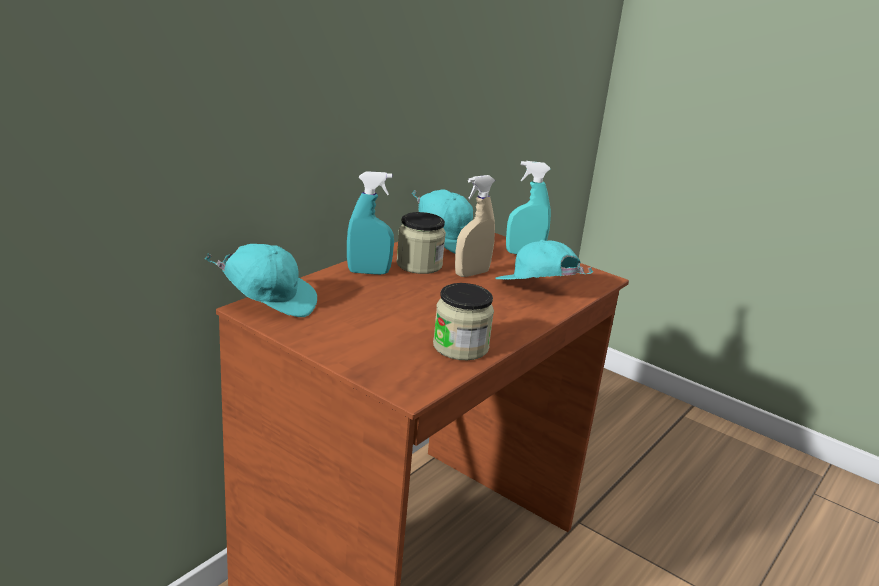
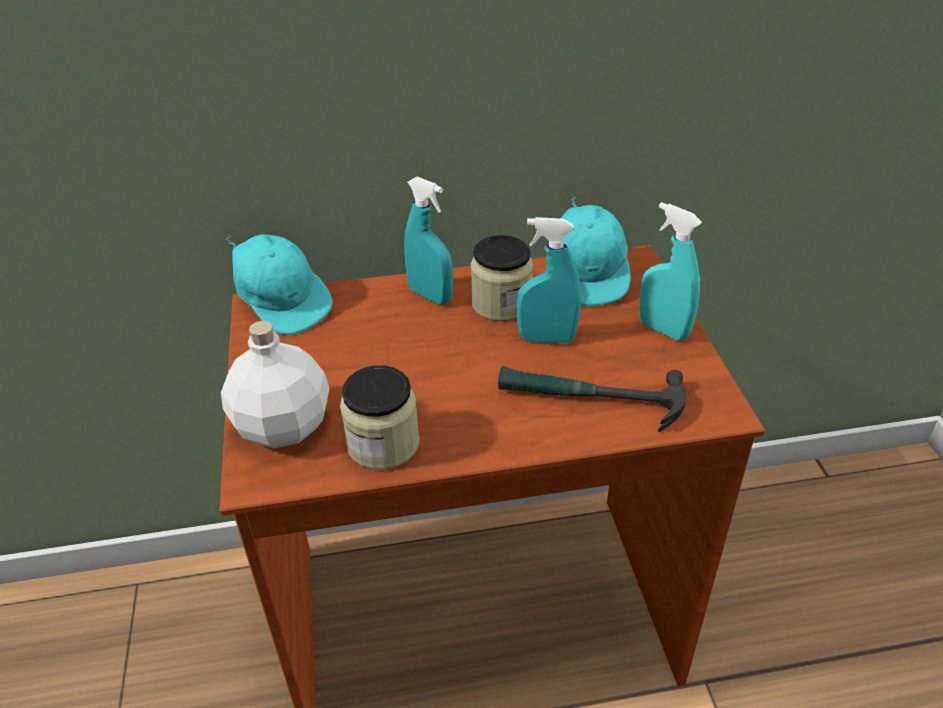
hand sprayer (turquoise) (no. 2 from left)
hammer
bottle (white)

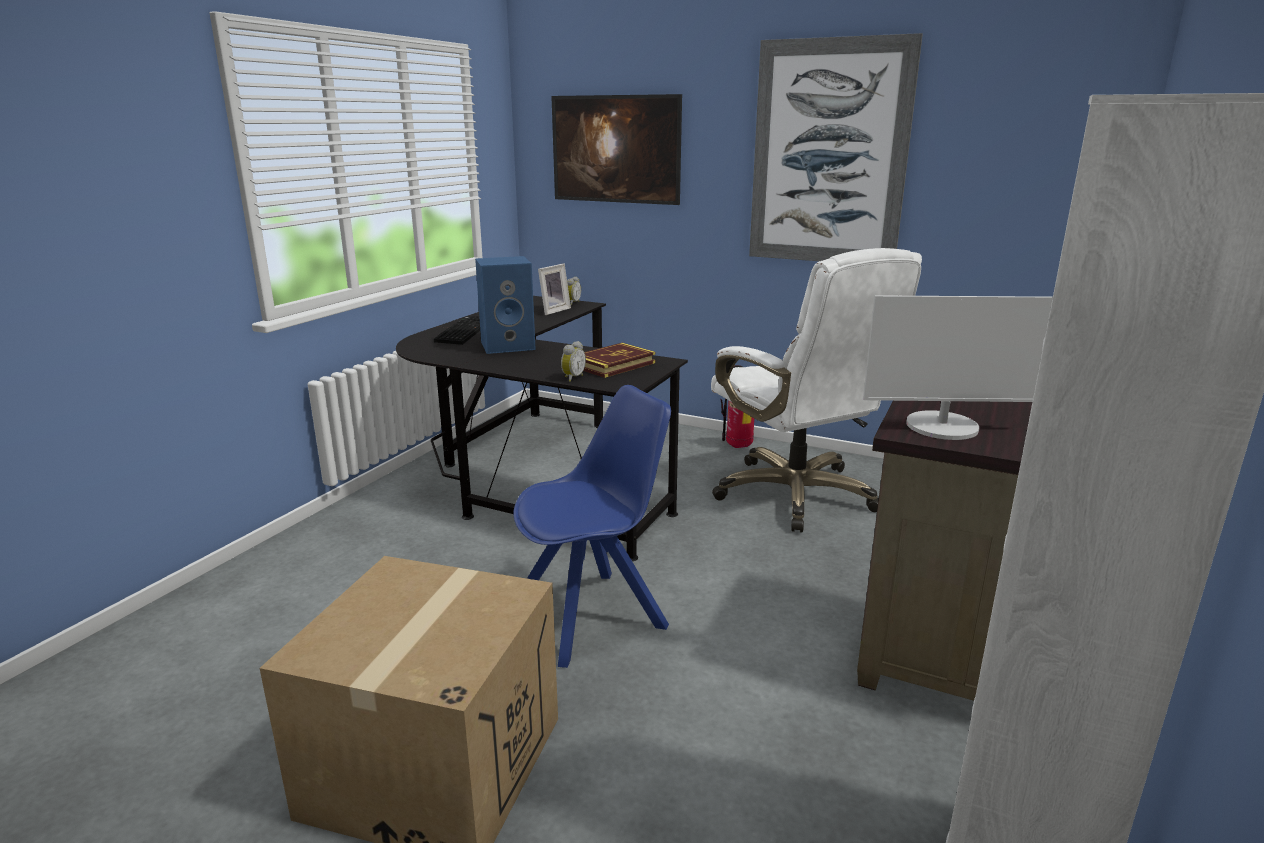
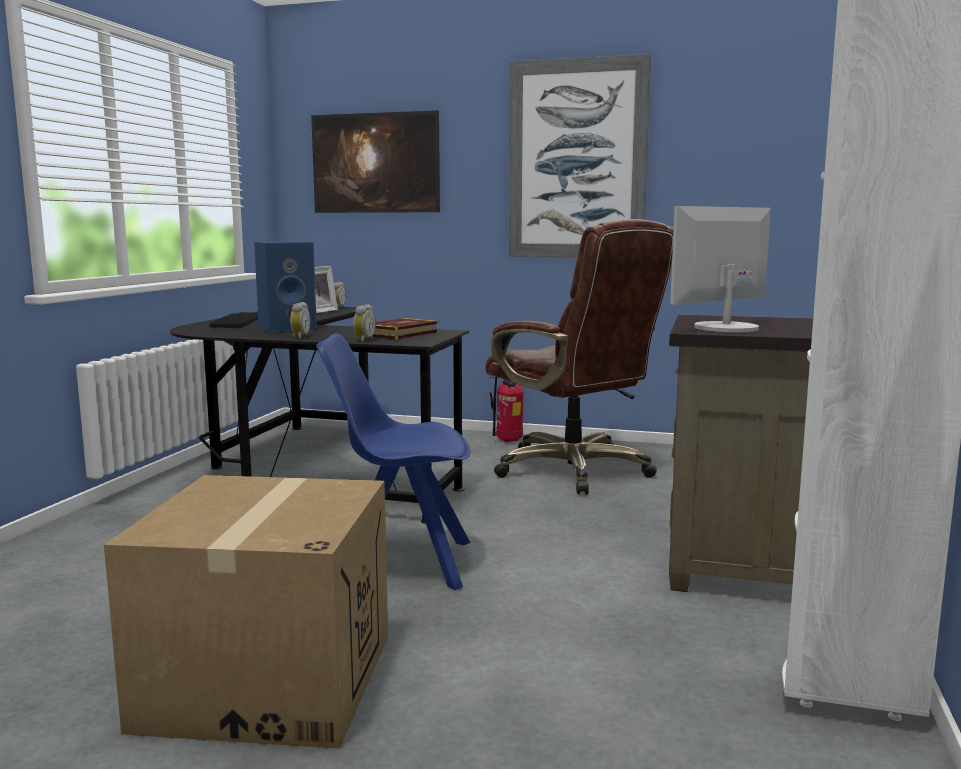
chair (blue-coloured)
computer chair (brown-coloured)
monitor
bedside clock (no. 1 from left)

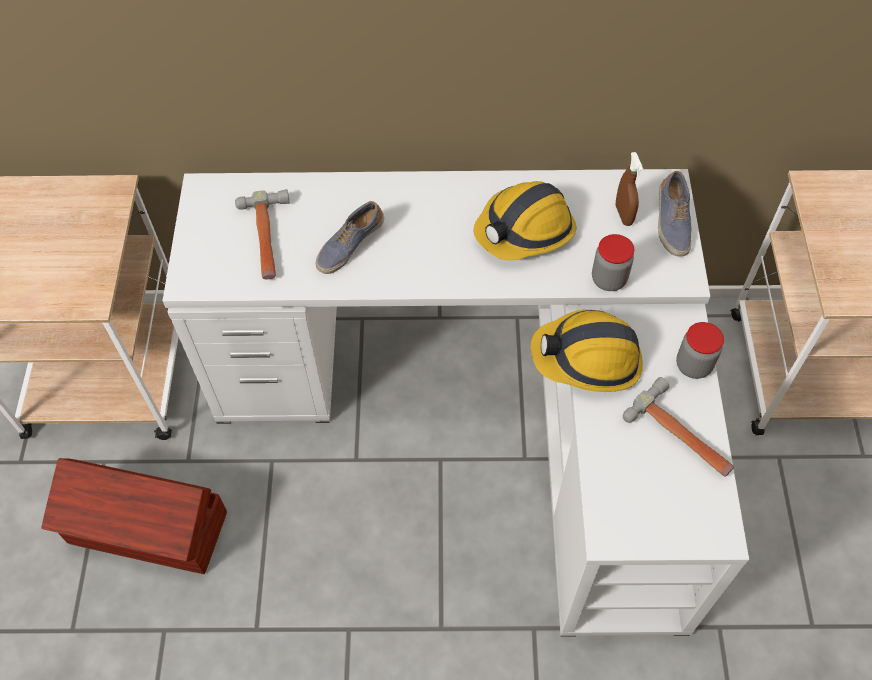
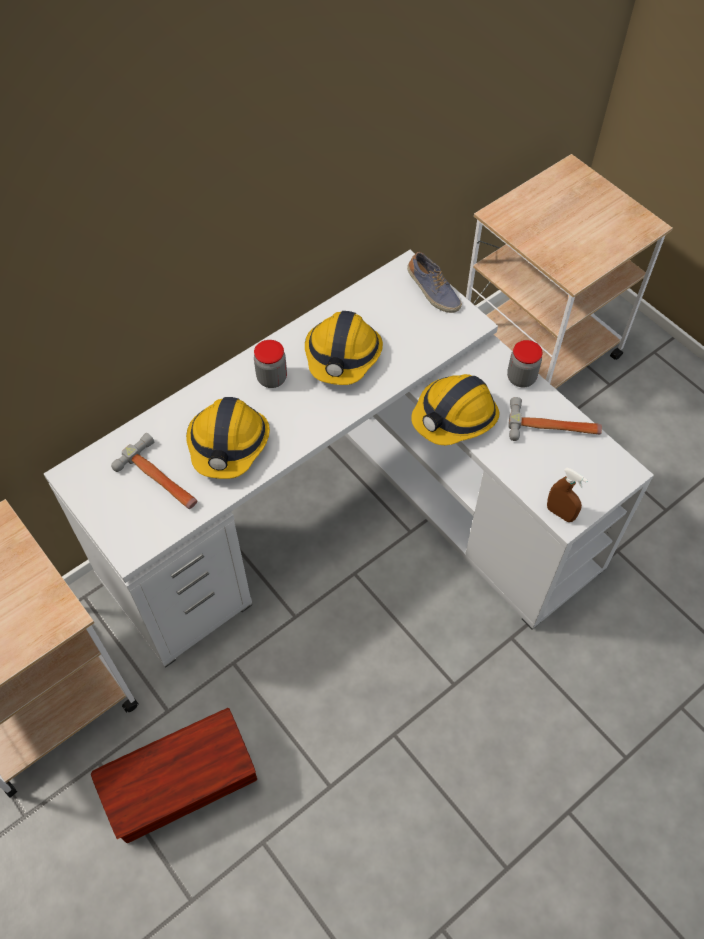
hard hat (no. 1 from left)
jar (no. 1 from left)
hand sprayer (brown-coloured)

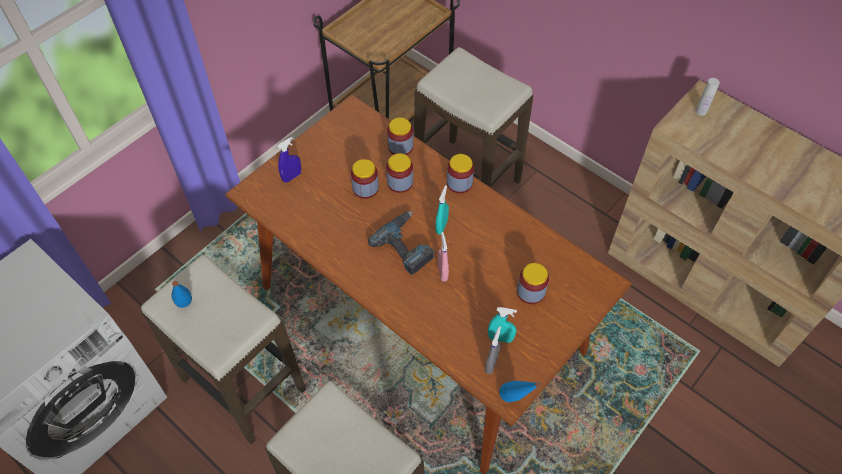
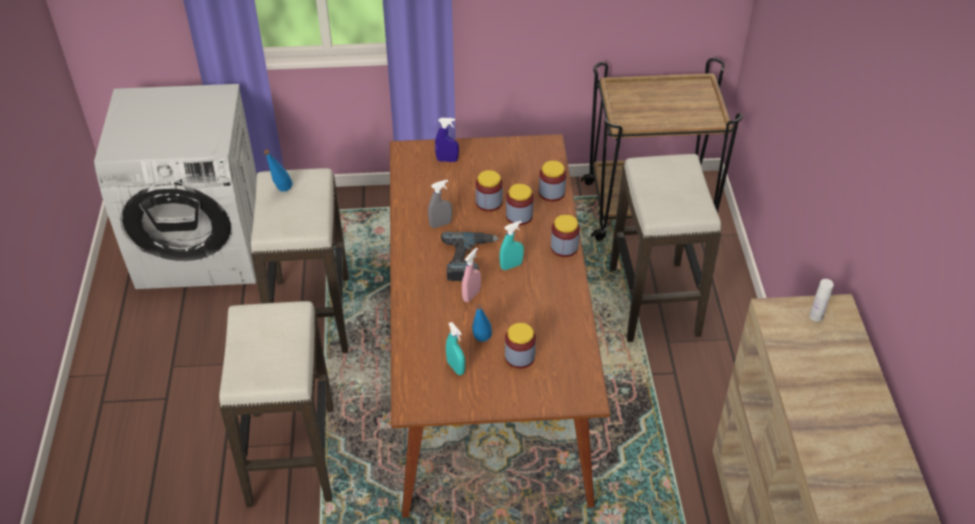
hand sprayer (grey)
bottle (blue-coloured) (no. 2 from left)

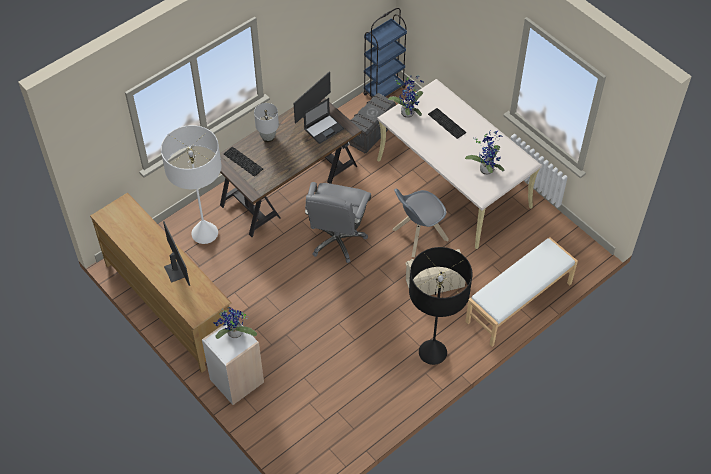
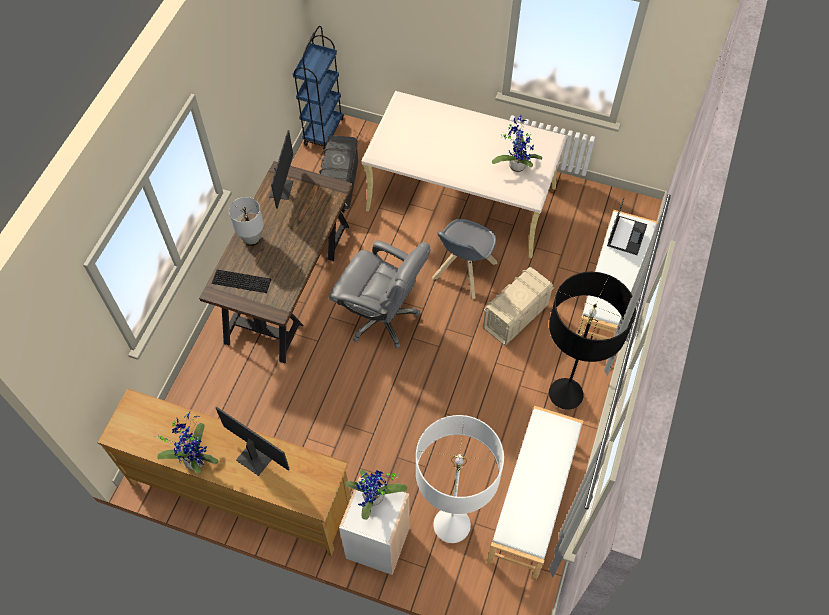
floor lamp (white)
portable computer
computer chair (grey)
potted plant (no. 1 from left)
computer keyboard (no. 2 from left in the first image)
long seat (white) (no. 1 from left)

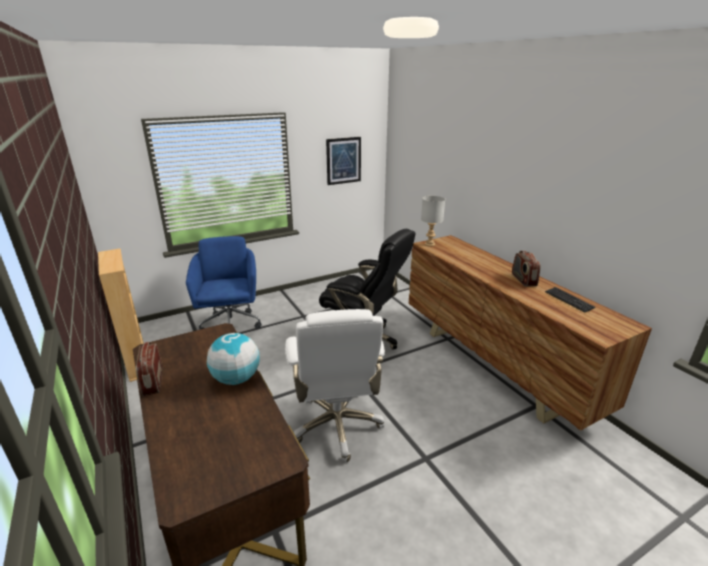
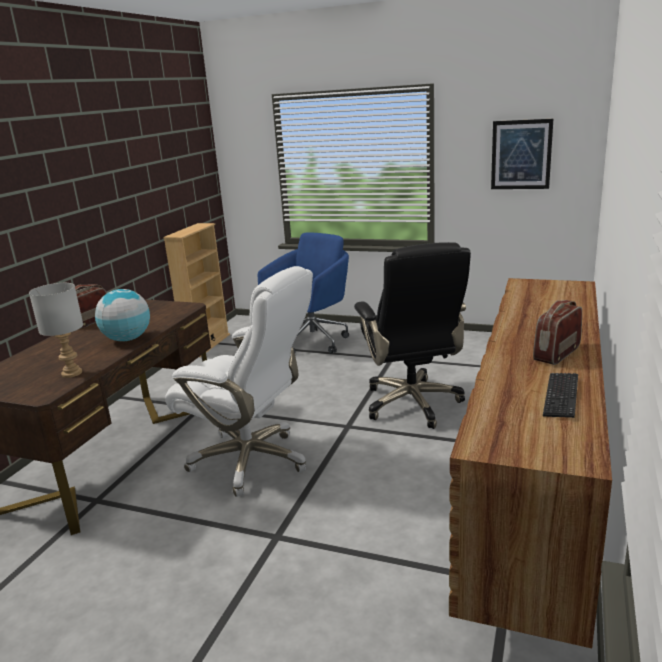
computer chair (white)
lamp for a table (grey)

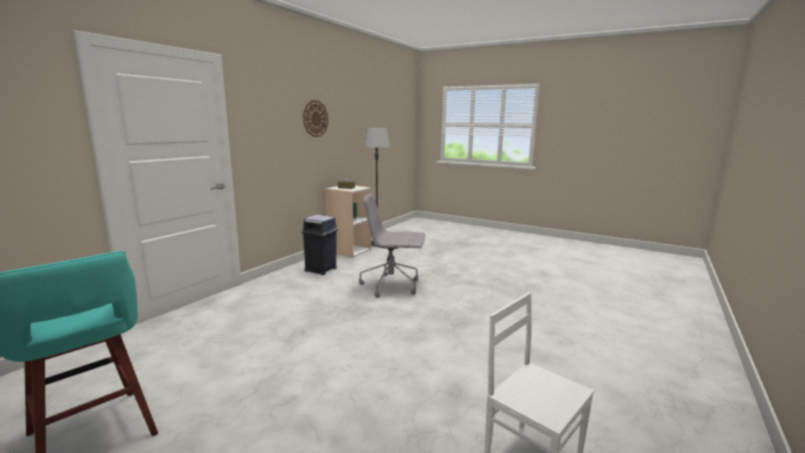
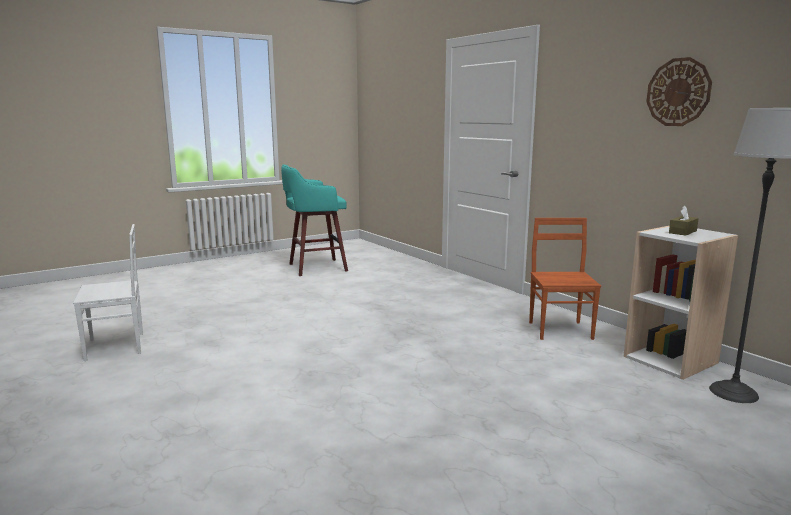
chair (brown-coloured)
computer chair (grey)

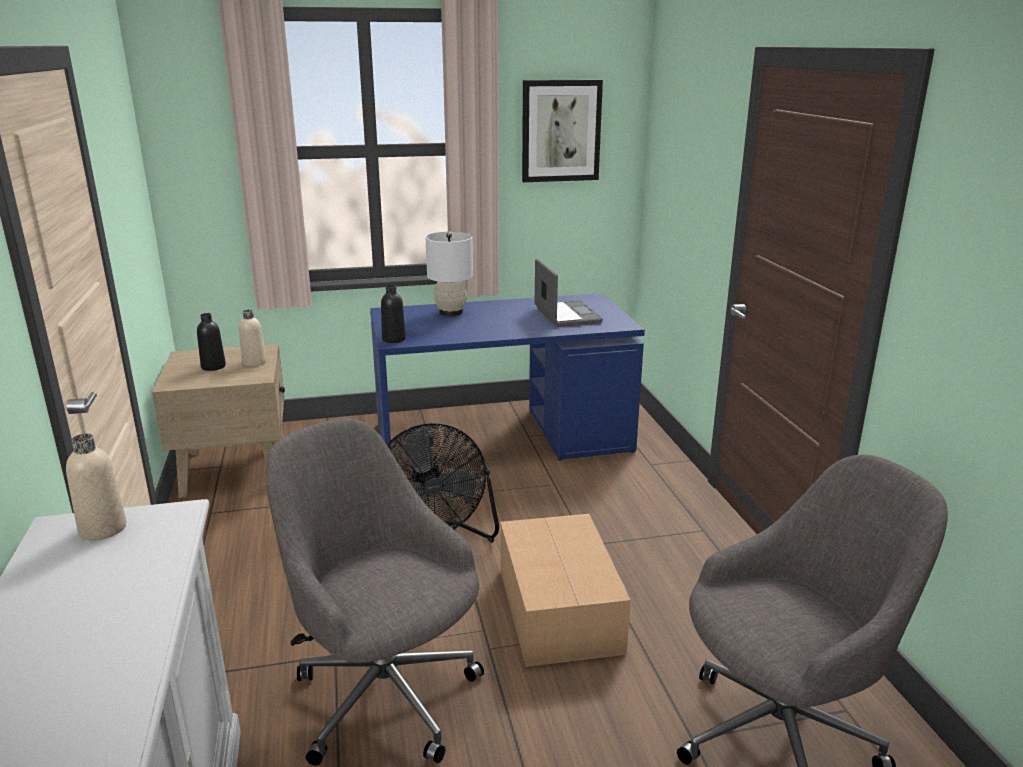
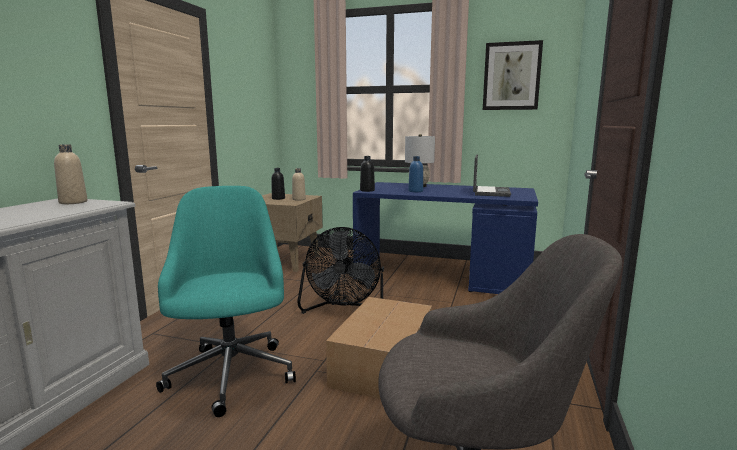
computer chair (turquoise)
bottle (blue-coloured)

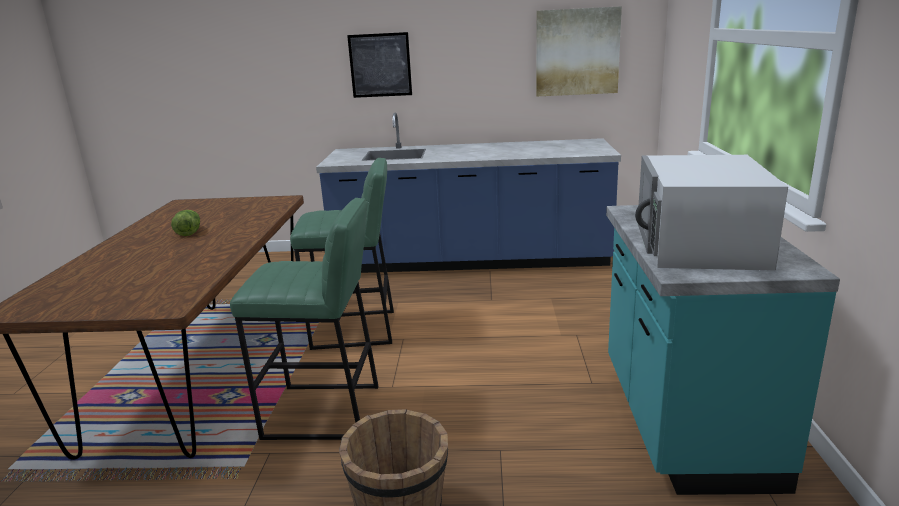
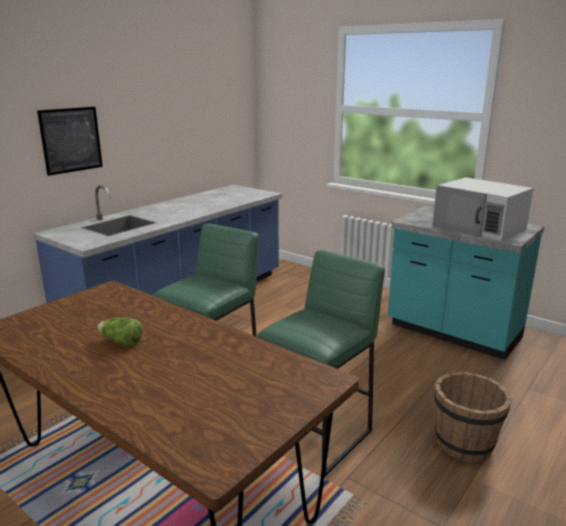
wall art (no. 2 from left in the first image)

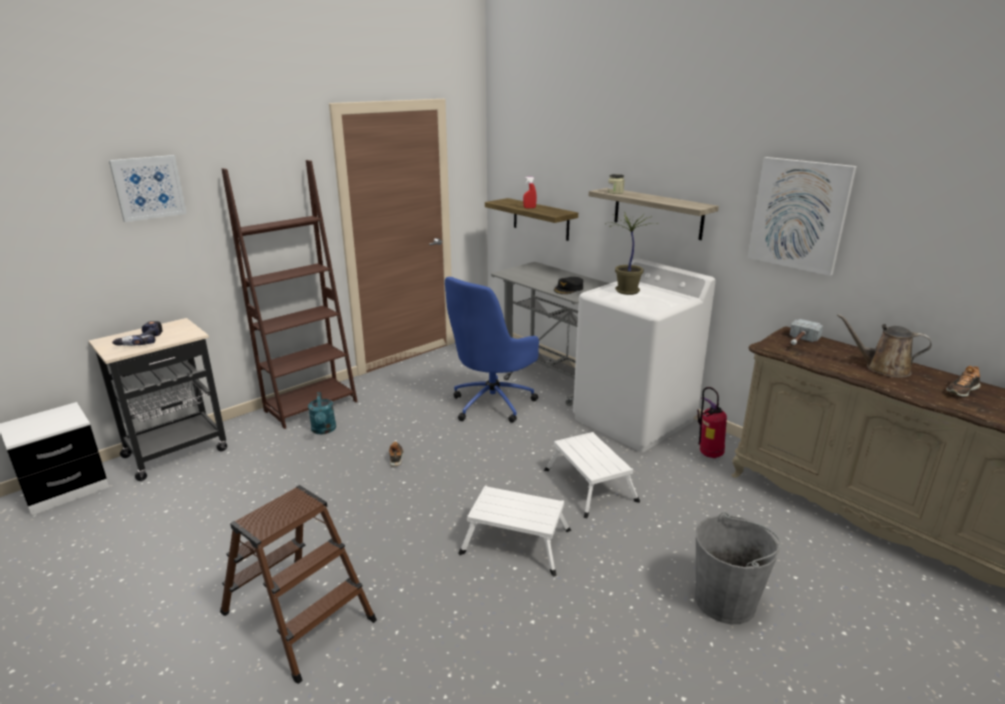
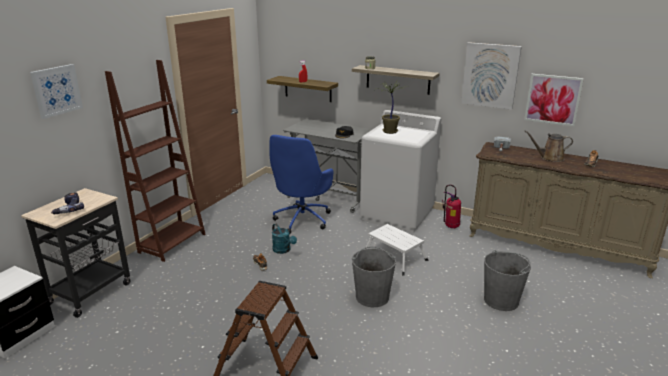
watering pot (turquoise)
water bucket (grey) (no. 1 from left)
wall art (no. 3 from left)

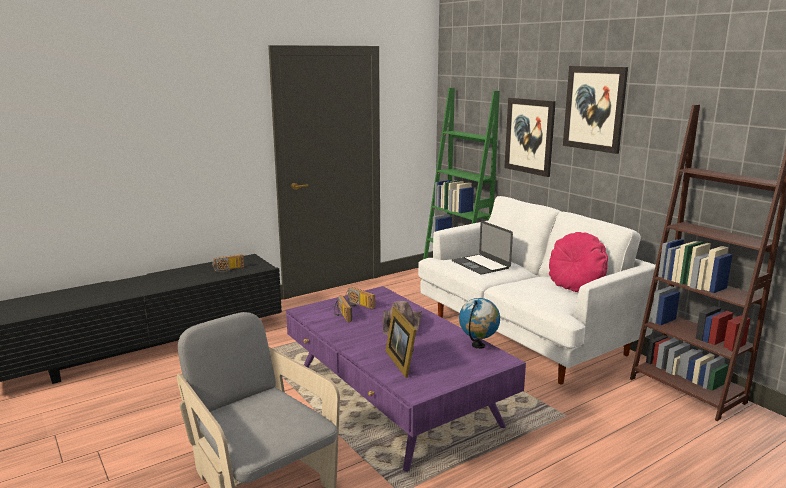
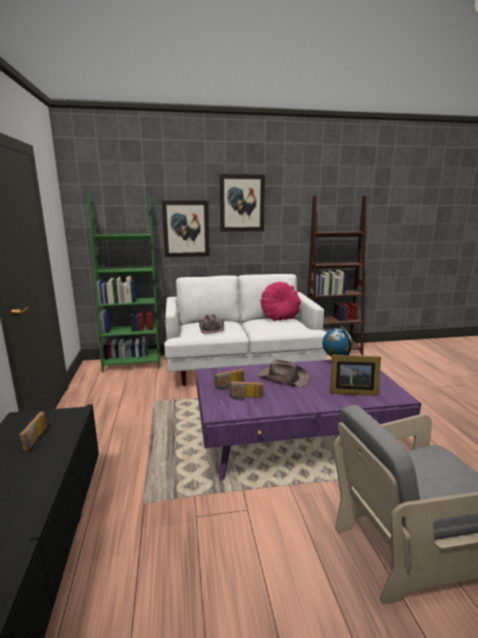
hat (brown-coloured) (no. 1 from left)

